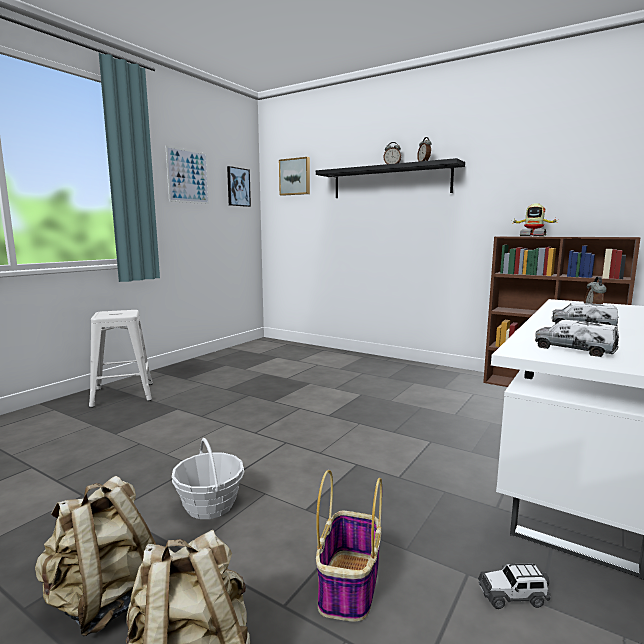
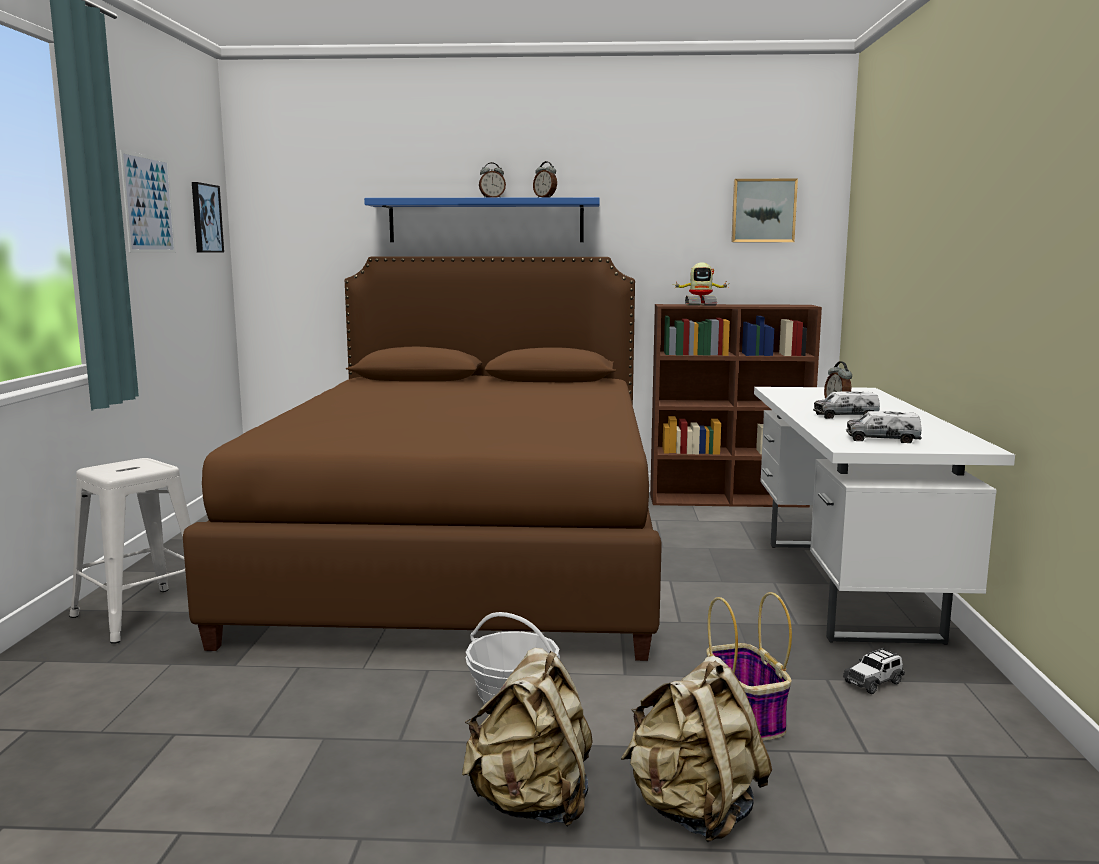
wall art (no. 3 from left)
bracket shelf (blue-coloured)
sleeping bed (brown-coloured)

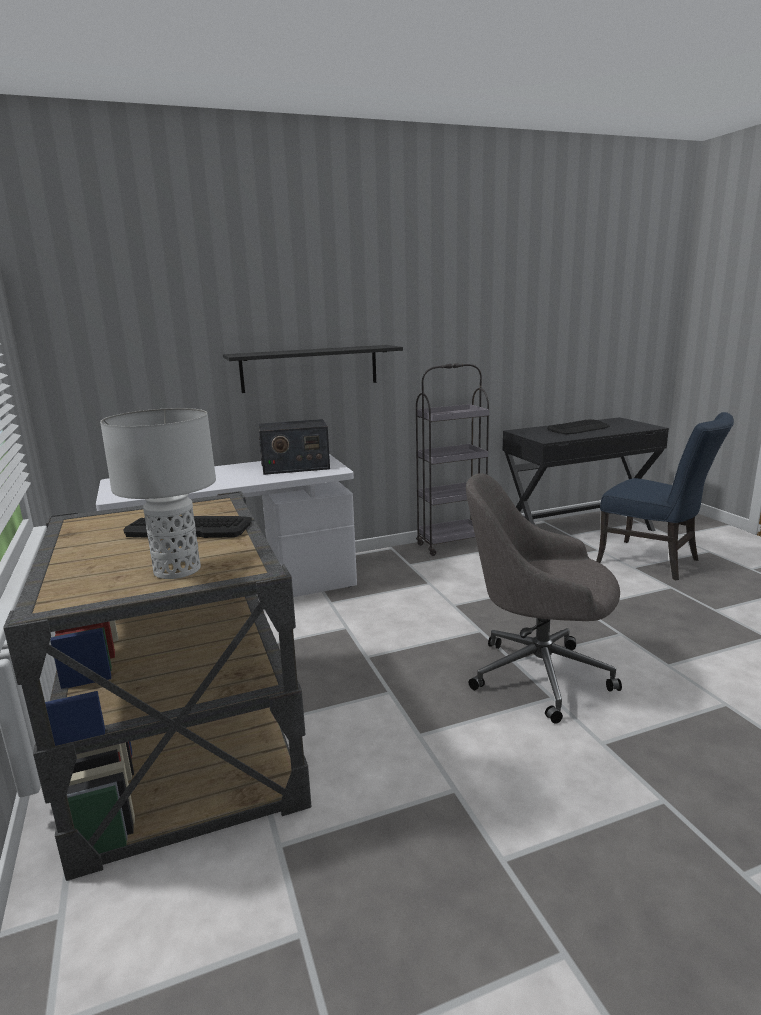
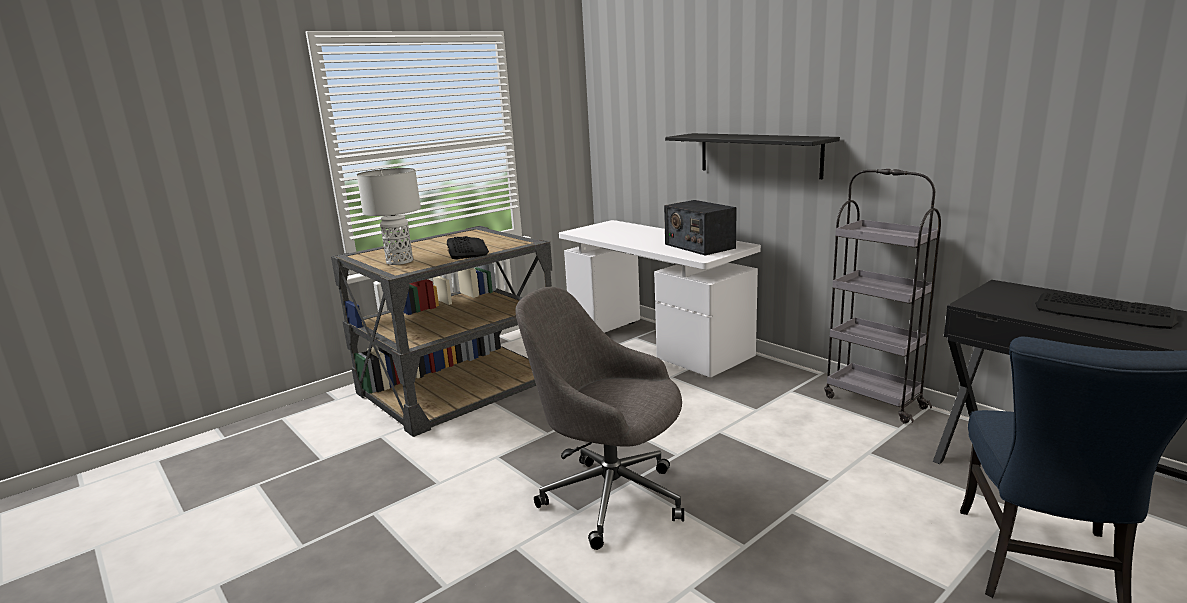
computer chair (grey)

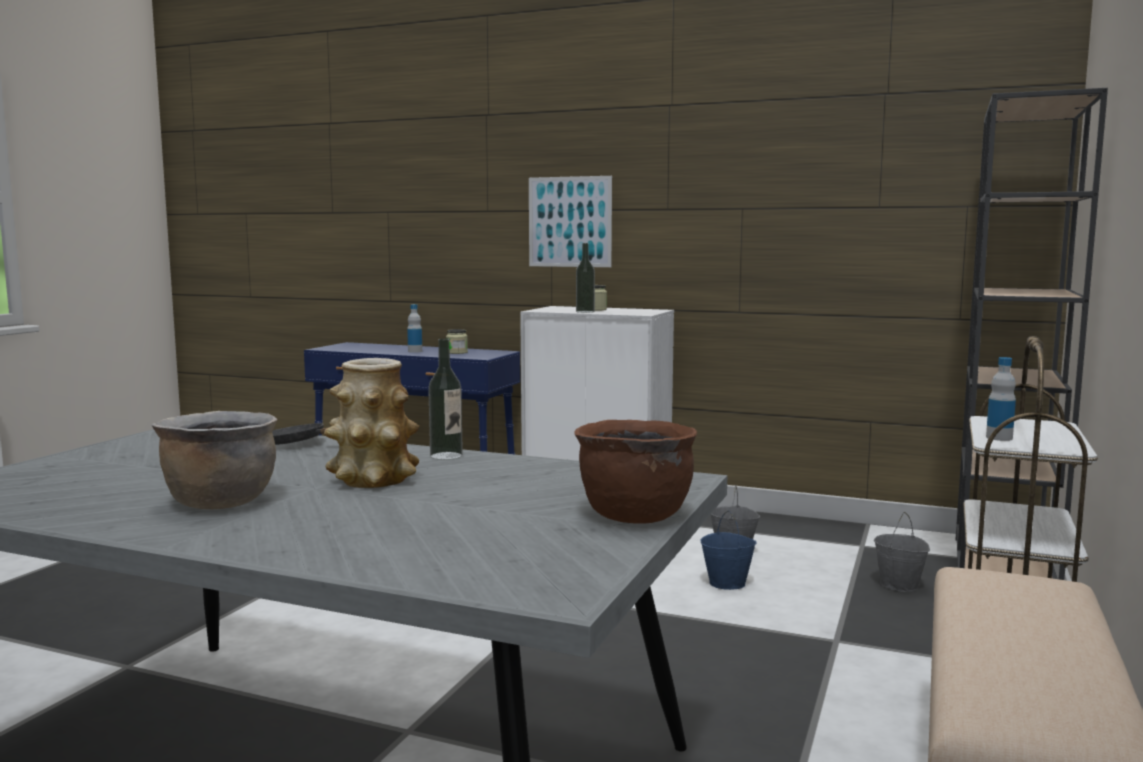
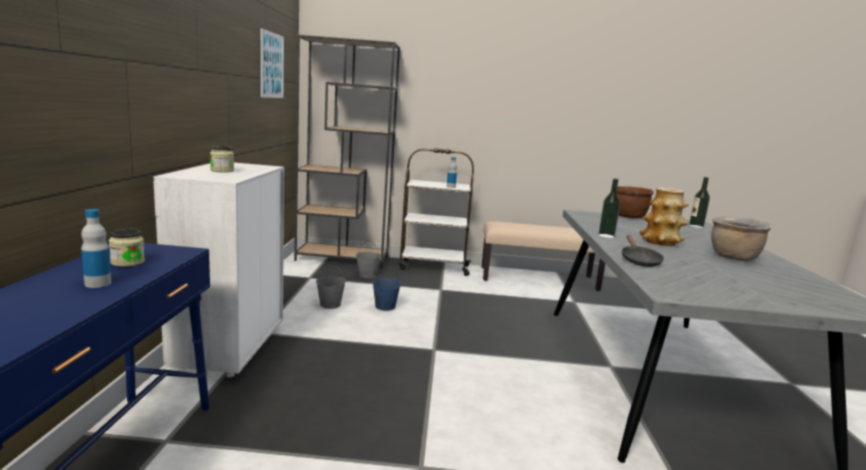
wall art
bottle (no. 4 from left)

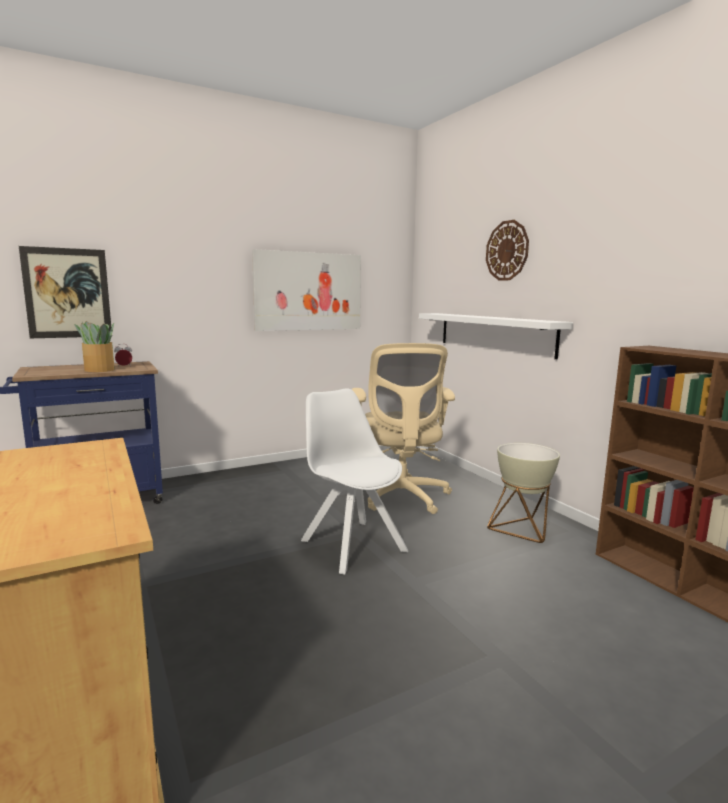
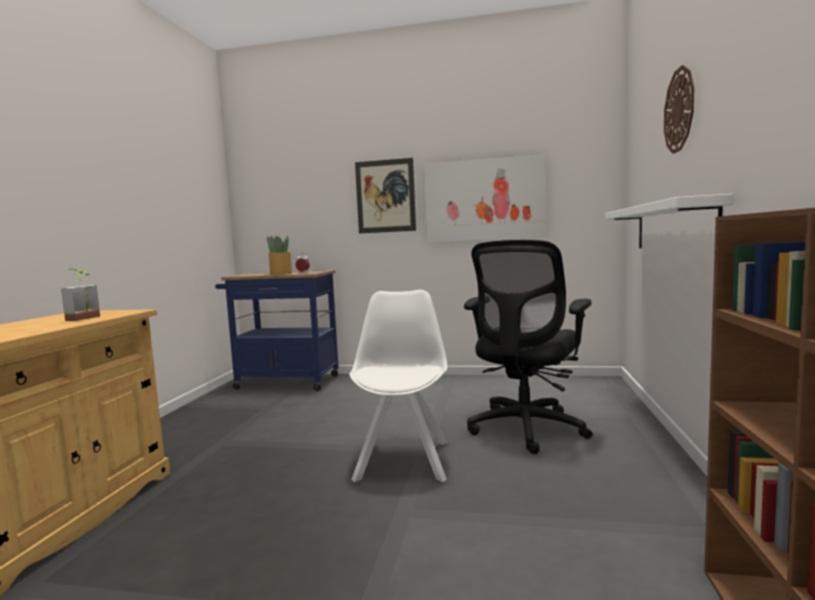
wall art (no. 1 from left)
computer chair (blackish)
flower pot
potted plant (no. 1 from left)

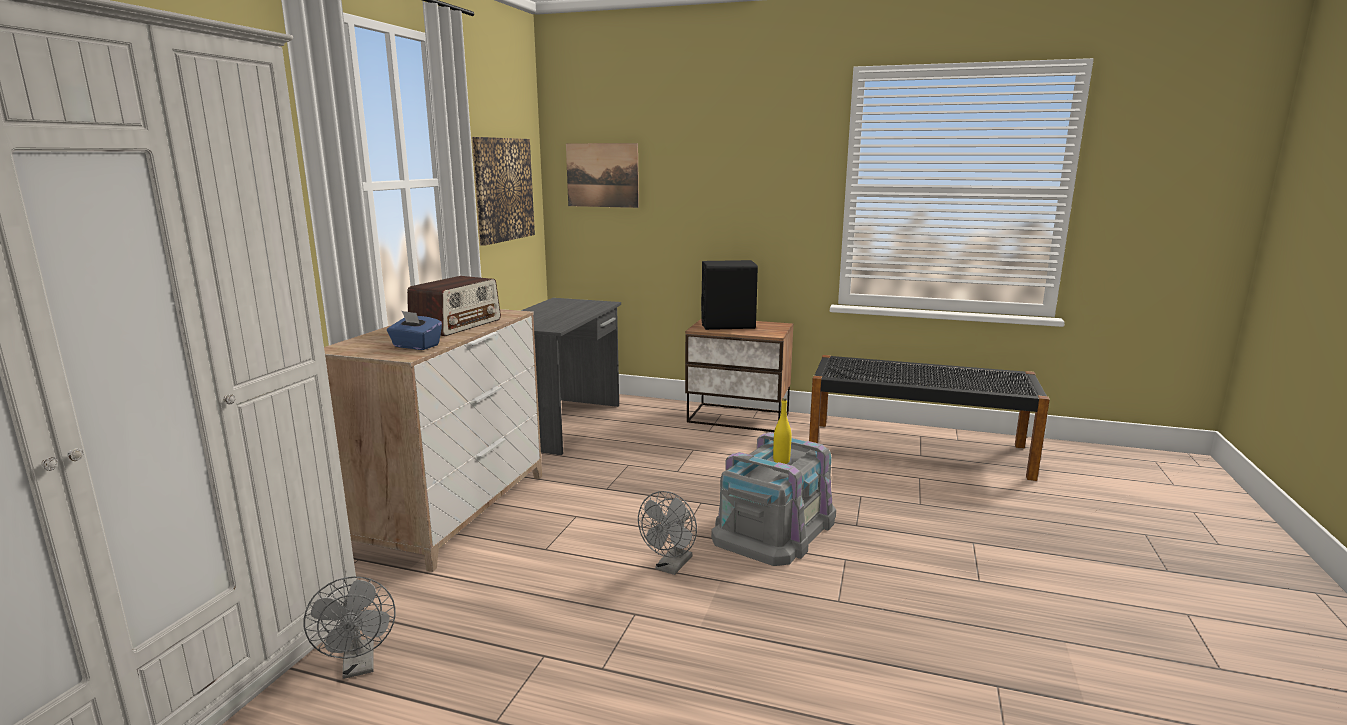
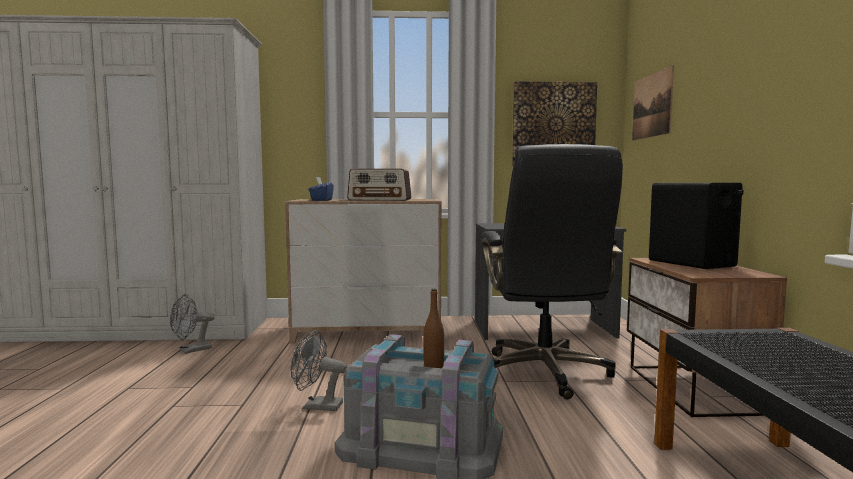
bottle (brown-coloured)
computer chair (blackish)

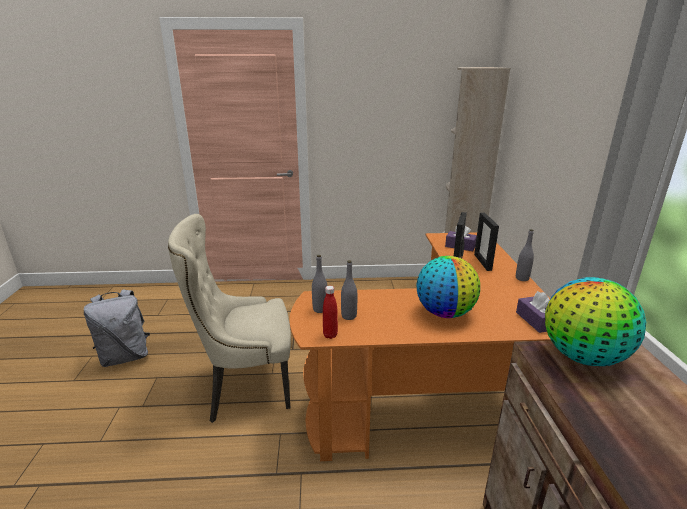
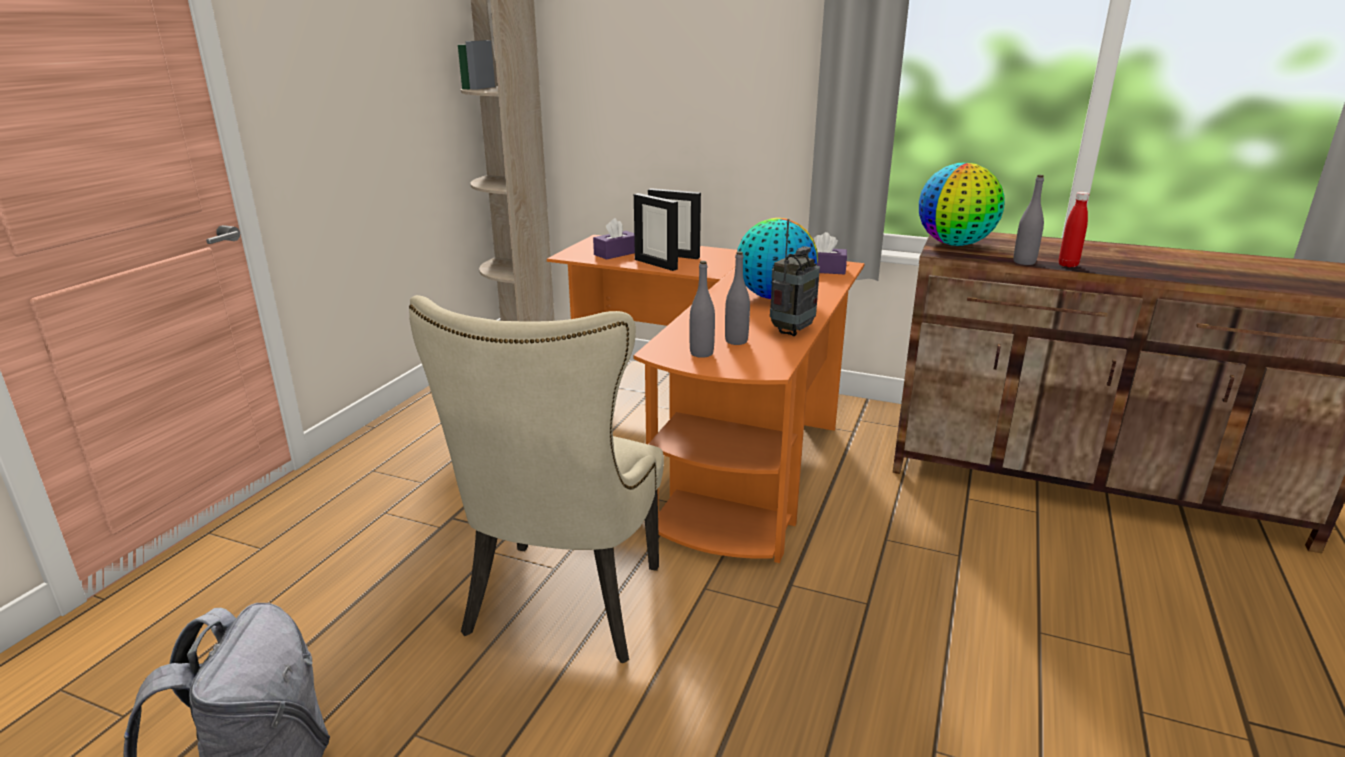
bottle (red-coloured)
bottle (grey) (no. 3 from left)
radio set

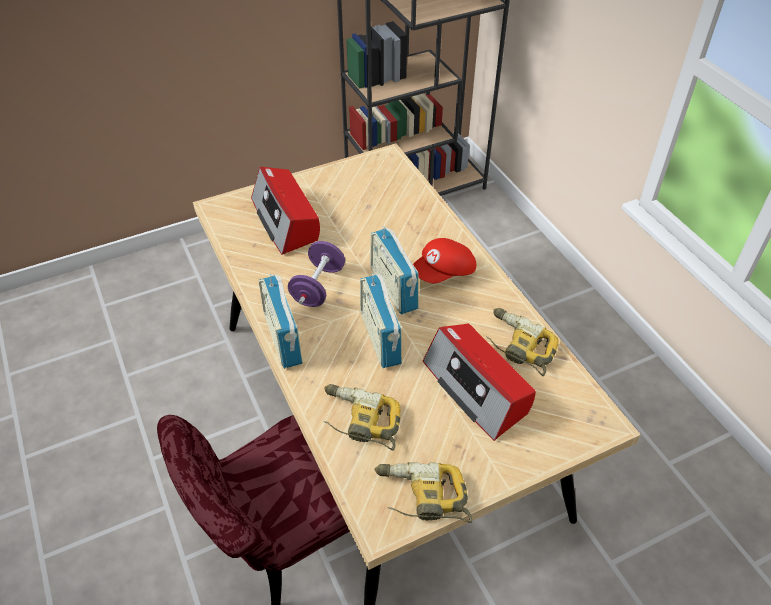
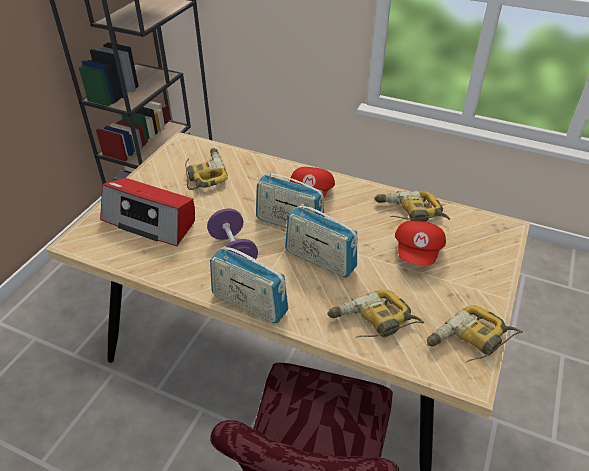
baseball cap (red-coloured) (no. 2 from left)
power drill (no. 1 from left)

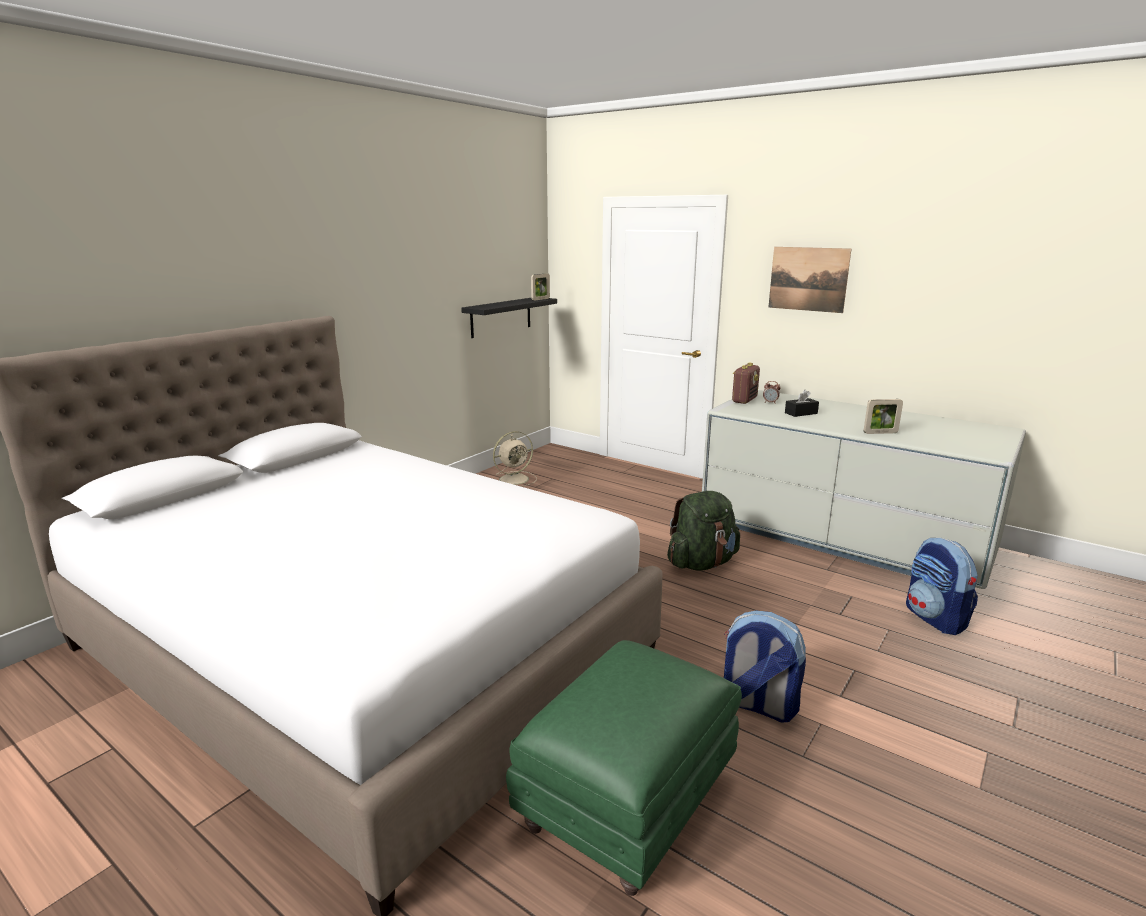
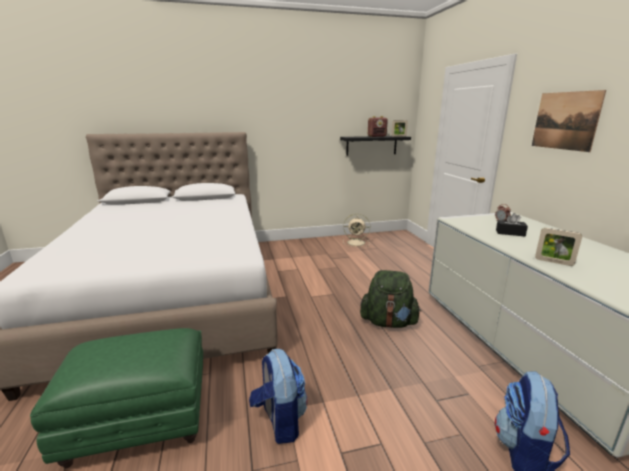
radio set

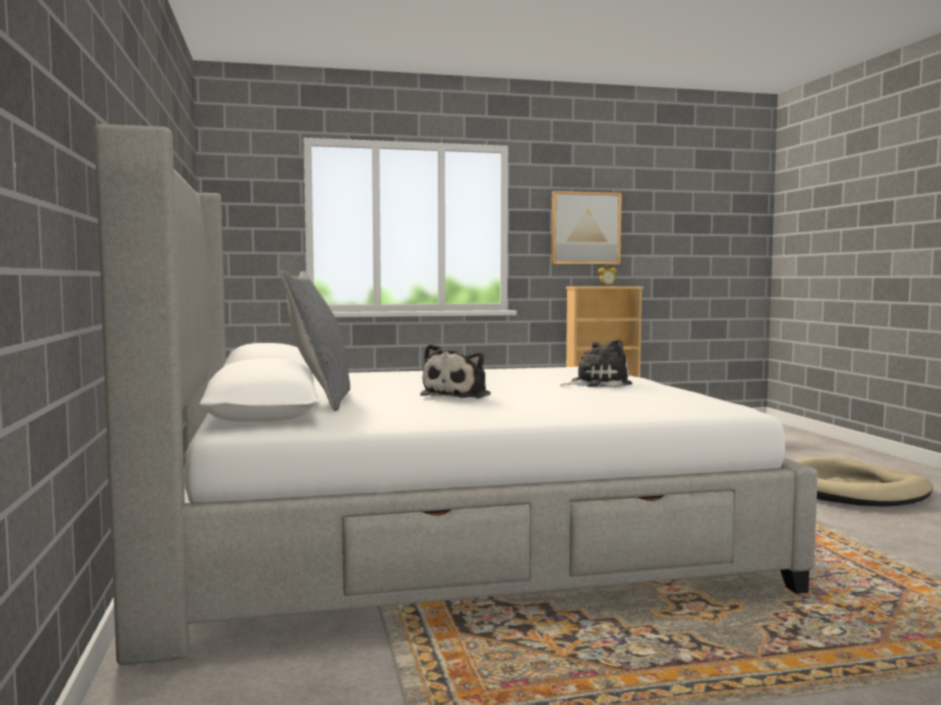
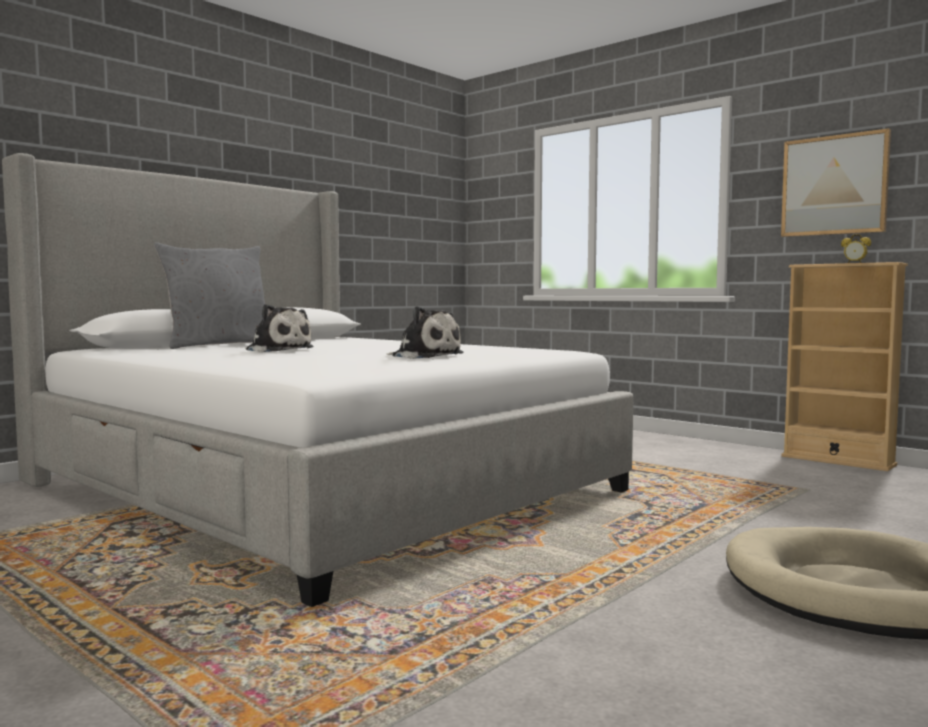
soft toy (no. 1 from left)

